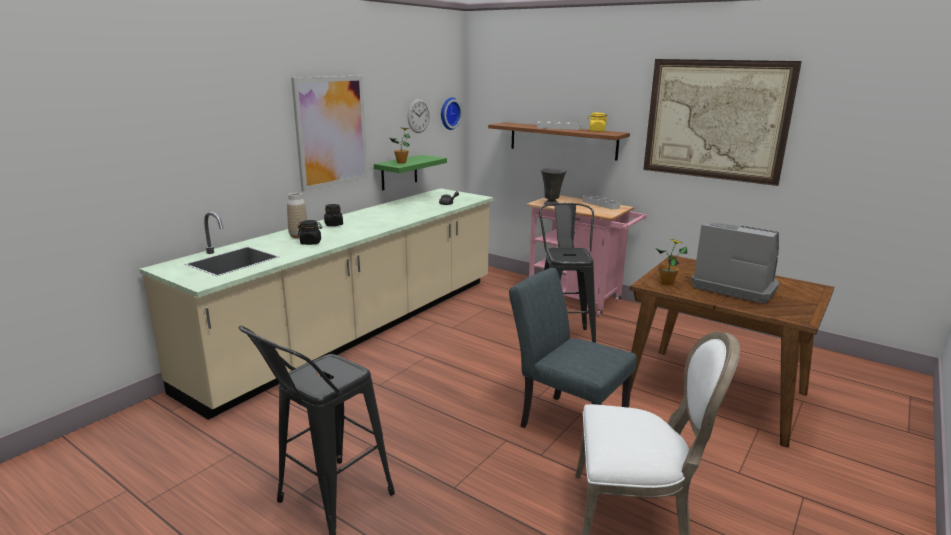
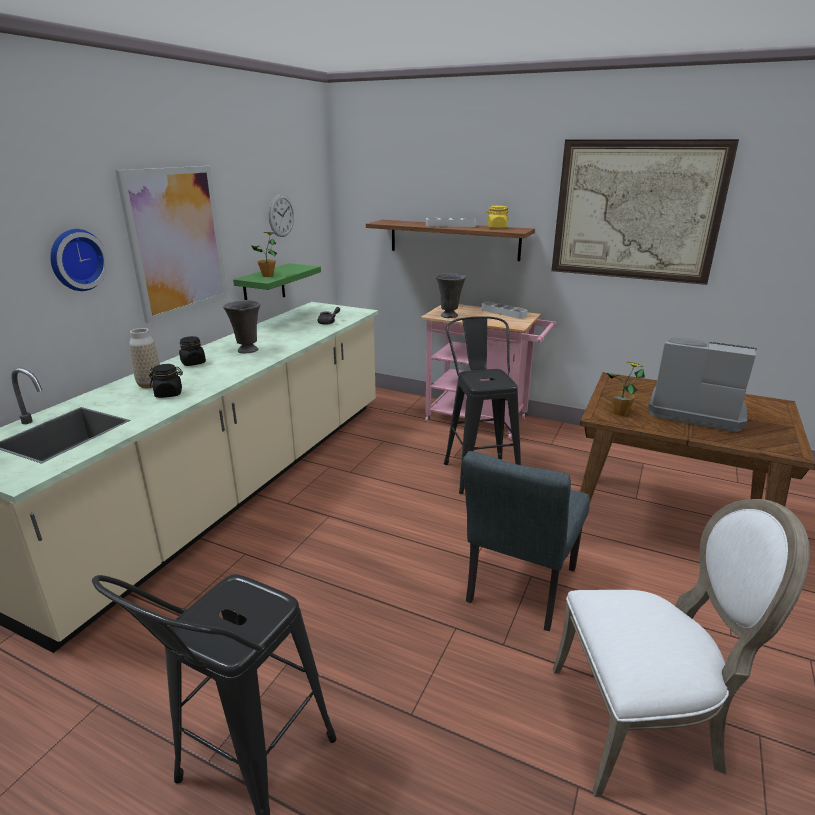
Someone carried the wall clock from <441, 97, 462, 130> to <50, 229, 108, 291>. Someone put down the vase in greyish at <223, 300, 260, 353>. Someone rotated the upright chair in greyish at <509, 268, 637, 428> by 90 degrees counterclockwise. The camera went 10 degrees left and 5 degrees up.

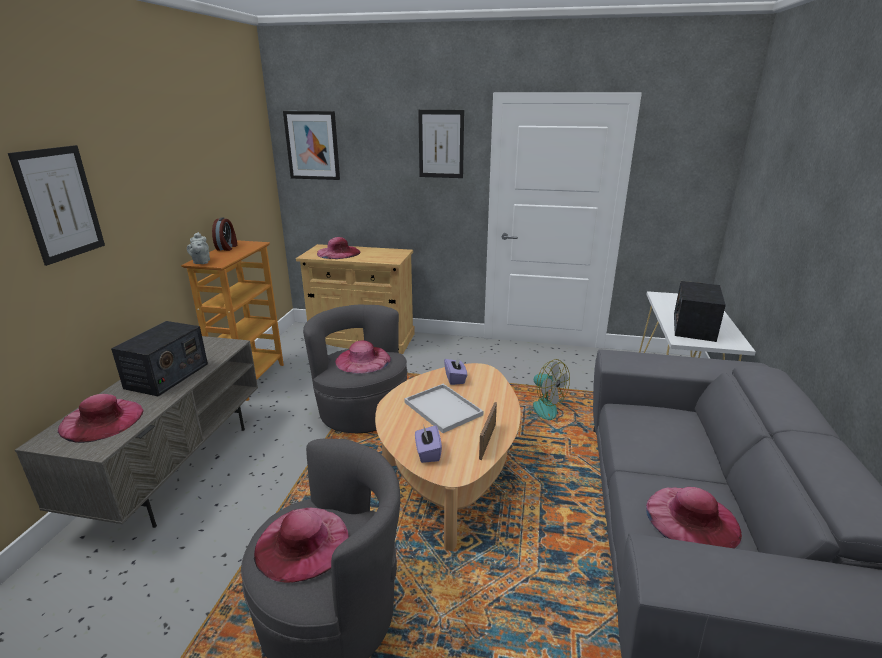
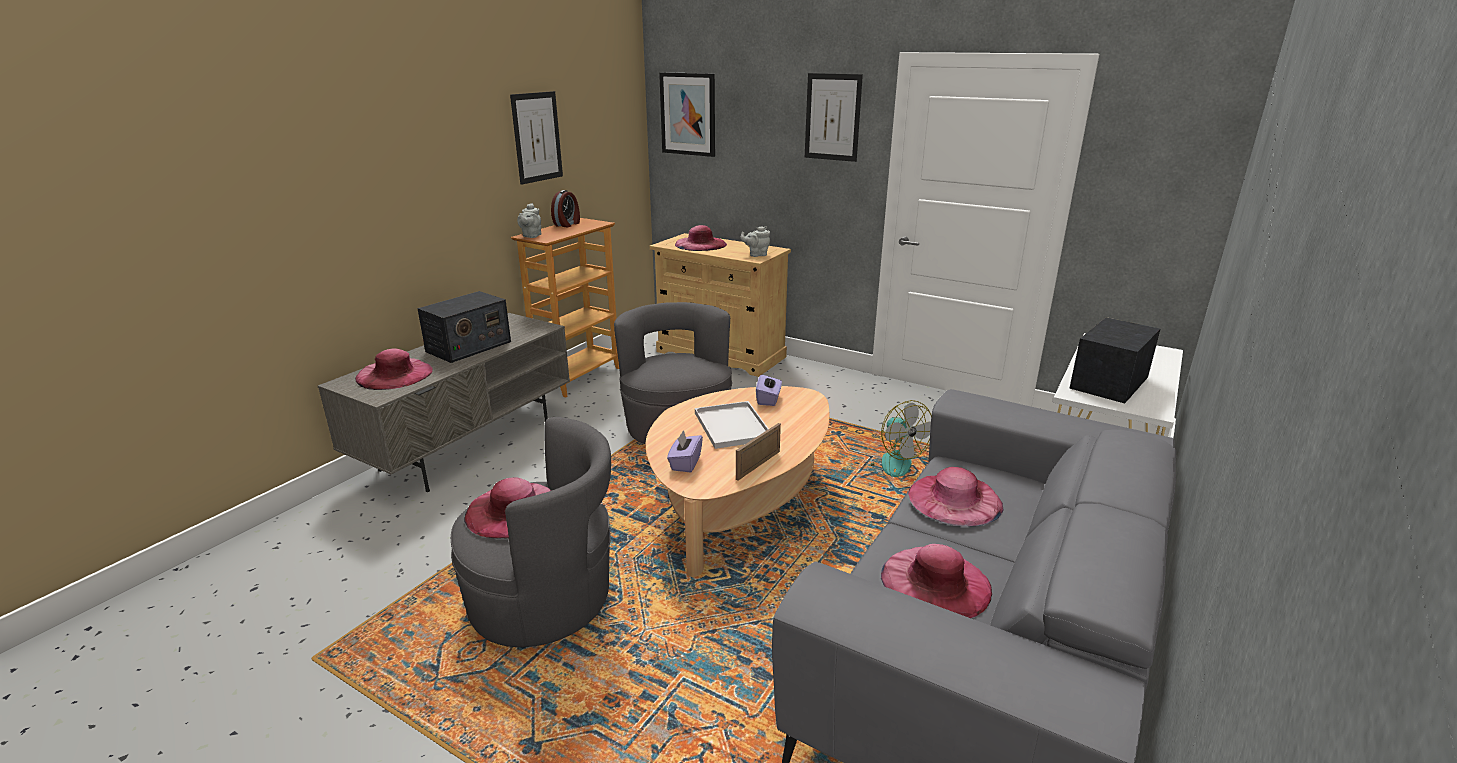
Someone carried the wall art from <8, 145, 105, 266> to <510, 91, 563, 185>. Someone put down the teapot in greyish at <741, 226, 770, 257>. Someone carried the wearable hat in pink-coloured from <335, 340, 391, 374> to <908, 467, 1003, 526>. The camera went 20 degrees right and 0 degrees up.

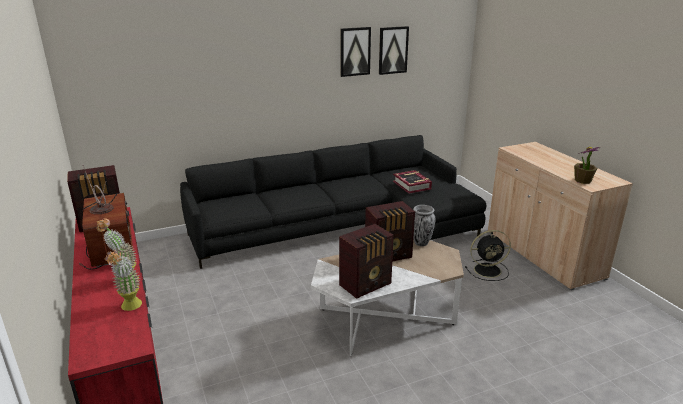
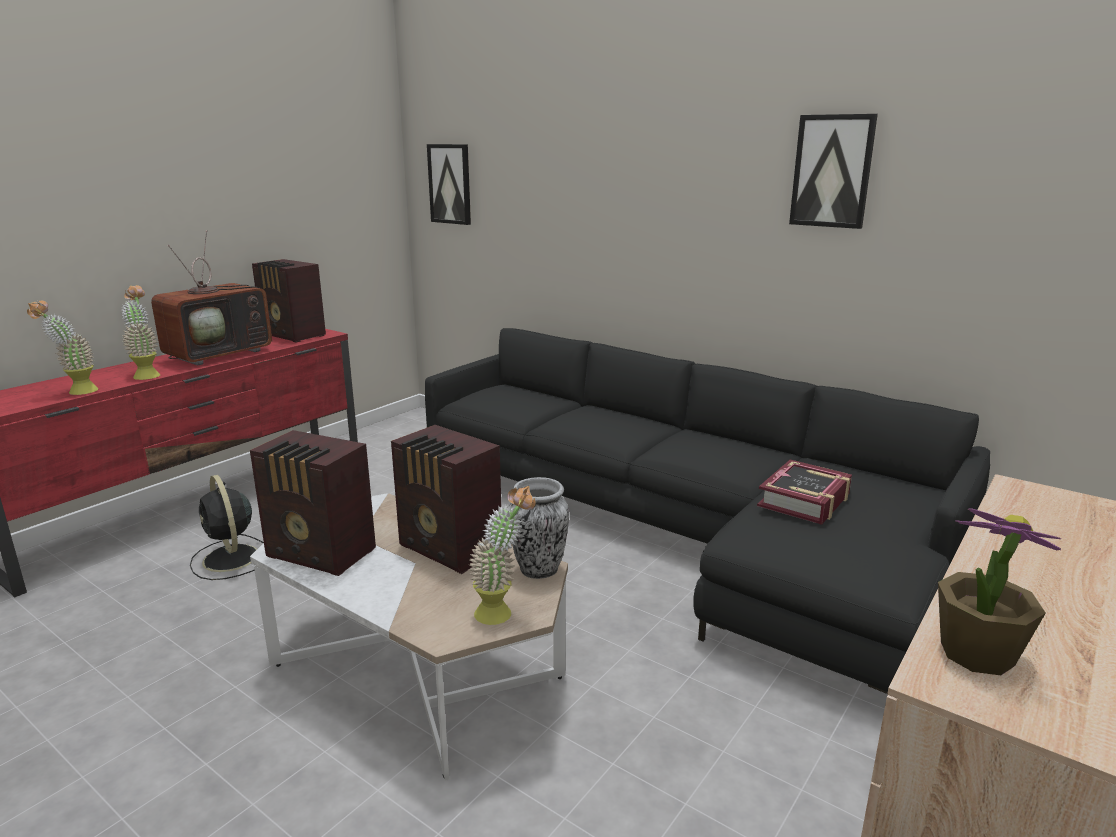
Someone carried the fan in blackish from <465, 230, 511, 281> to <190, 475, 264, 580>. Someone carried the wall art from <379, 26, 409, 75> to <427, 144, 471, 225>. Someone put down the plant in a pot at <469, 486, 536, 625>. The camera went 60 degrees right and 5 degrees down.

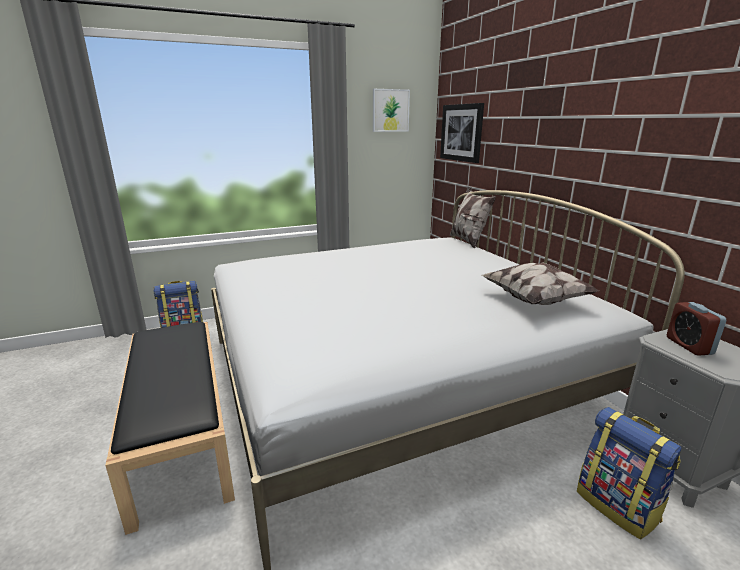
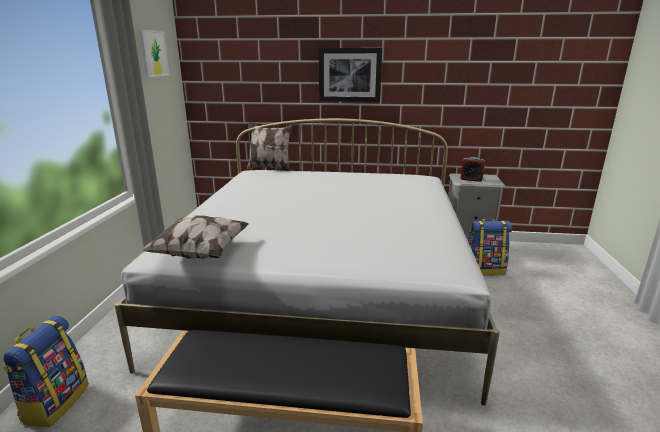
Someone carried the pillow from <482, 262, 599, 305> to <139, 215, 249, 259>. Someone carried the wall art from <440, 103, 484, 163> to <319, 48, 382, 102>. The camera went 60 degrees left and 0 degrees up.

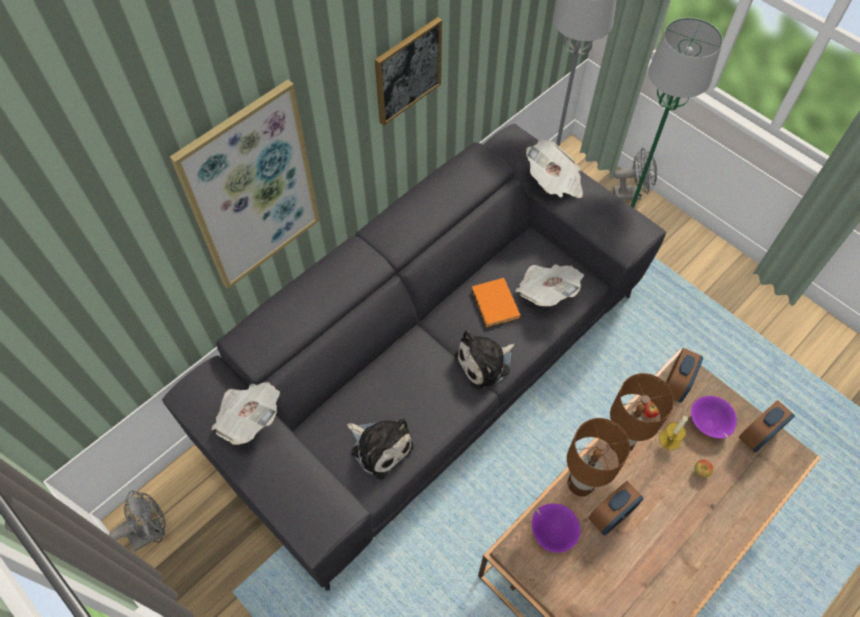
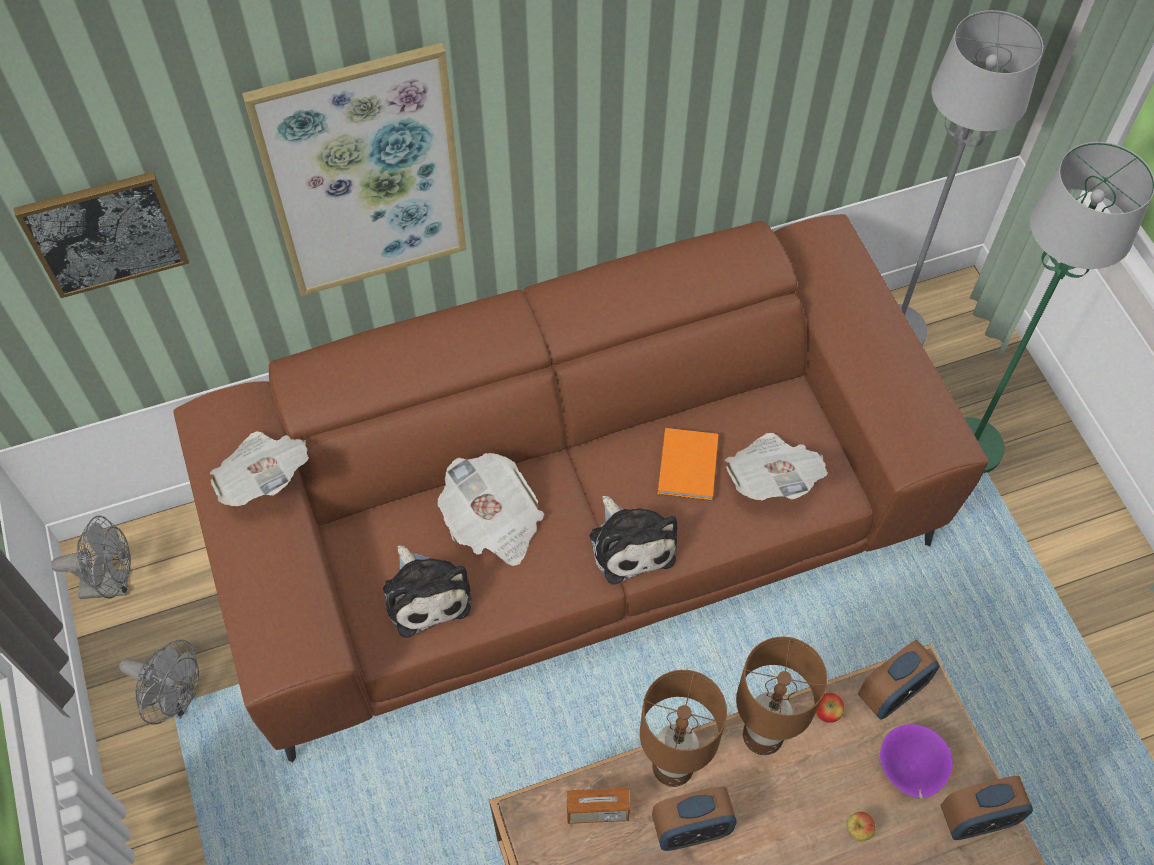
Someone carried the wall art from <375, 17, 442, 126> to <14, 172, 189, 298>. Someone carried the fan in greyish from <613, 148, 657, 200> to <119, 640, 199, 725>. Someone repainted the couch in greyish at <162, 124, 666, 591>, which became the couch in brownish at <173, 214, 989, 763>. Someone carried the newspaper from <526, 140, 583, 198> to <437, 453, 544, 566>. Someone swapped the serving bowl in purple-coloured at <532, 503, 581, 553> for the radio set at <566, 772, 630, 824>. Someone rotated the soft toy at <454, 330, 514, 389> by 105 degrees counterclockwise. Someone took away the wax light at <659, 416, 688, 450>. The camera went 25 degrees right and 0 degrees up.

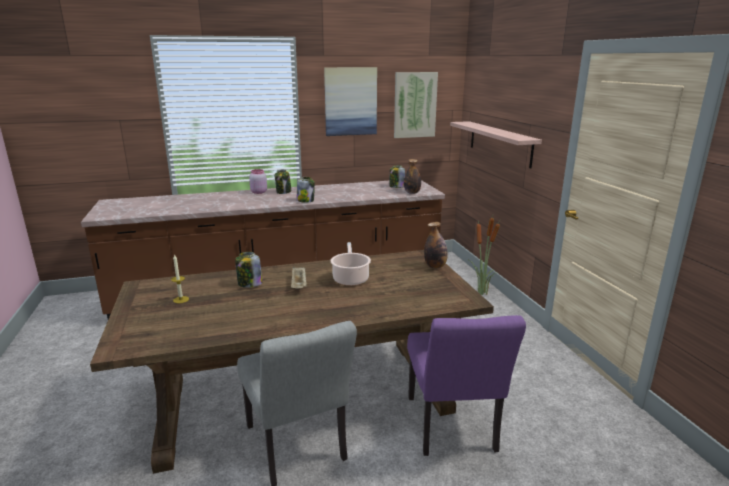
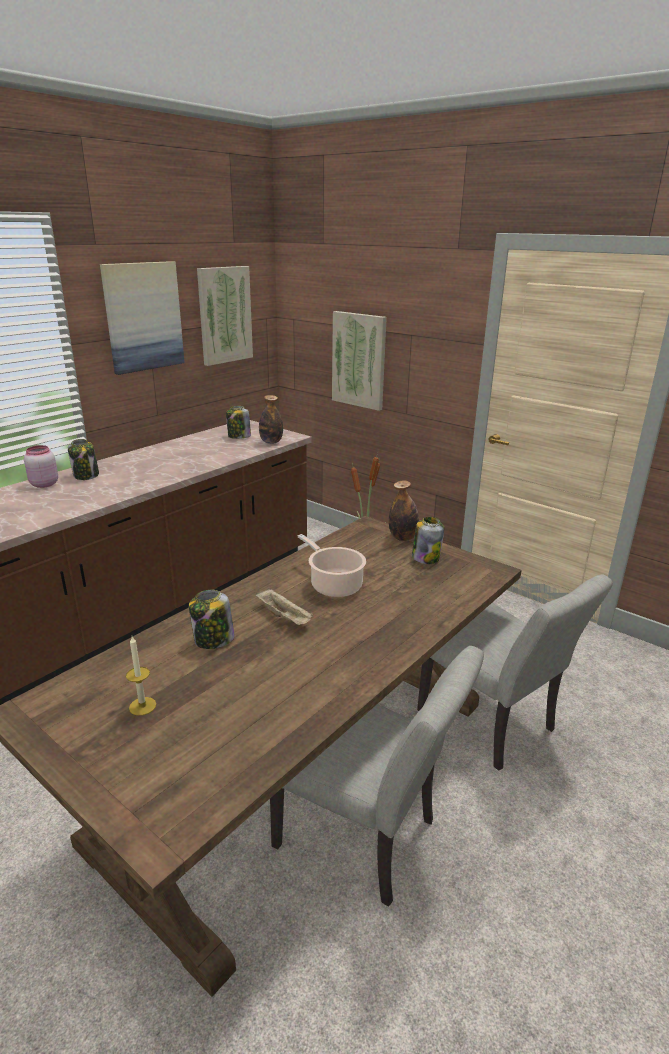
Someone swapped the bracket shelf at <450, 121, 542, 169> for the wall art at <332, 311, 387, 411>. Someone carried the preserve jar from <297, 177, 315, 203> to <412, 517, 444, 564>. Someone repainted the upright chair in purple-coloured at <407, 315, 526, 456>, which became the upright chair in greyish at <417, 574, 613, 771>. The camera went 35 degrees left and 5 degrees up.

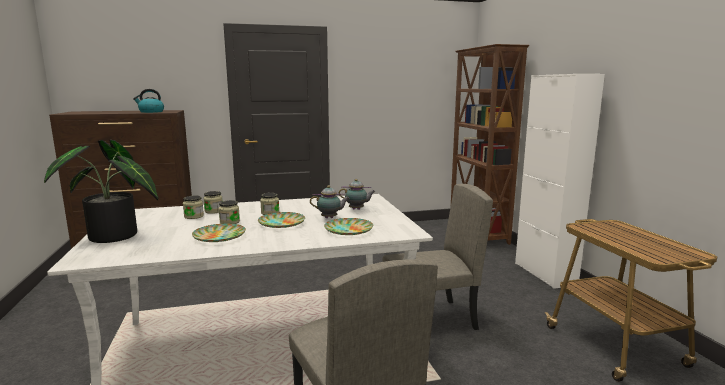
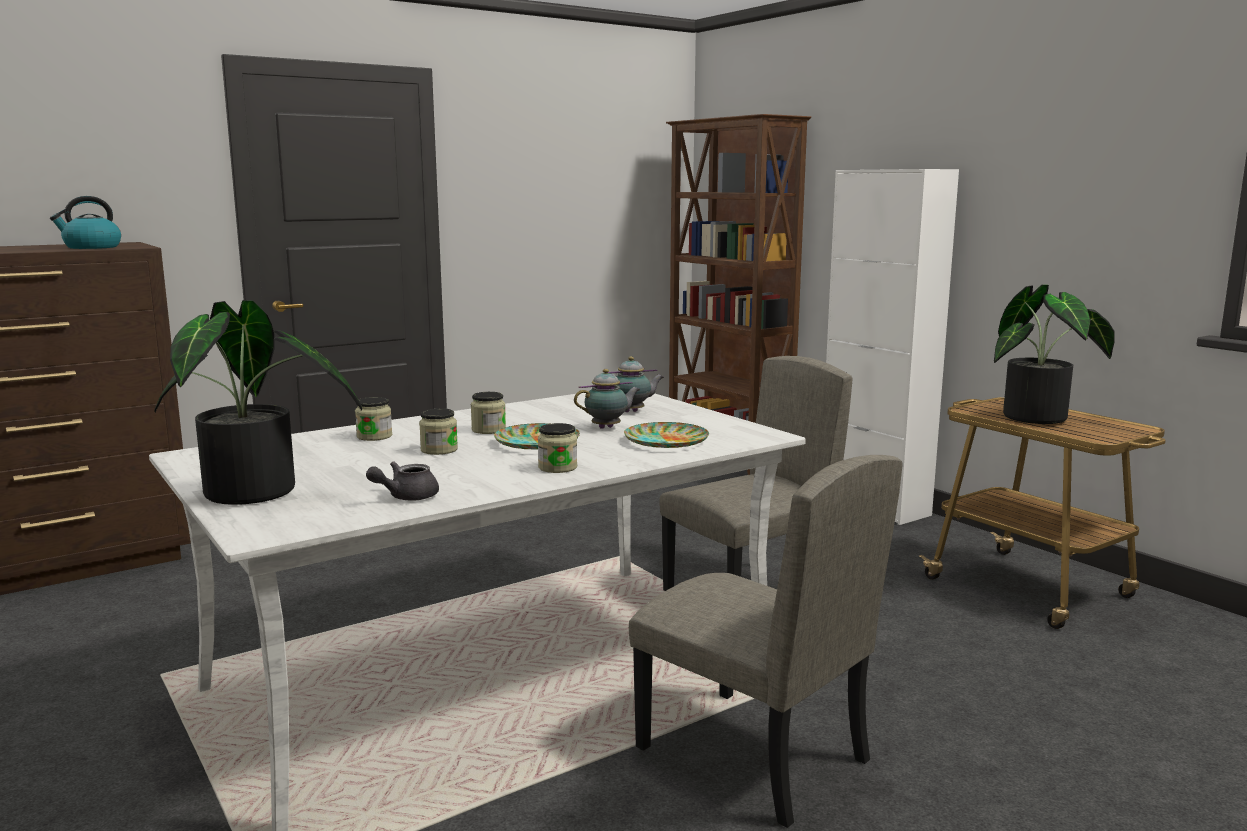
Someone put down the teapot in greyish at <366, 462, 439, 501>. Someone carried the preserve jar from <183, 196, 204, 219> to <538, 423, 577, 473>. Someone put down the plant in a pot at <994, 285, 1115, 424>. Someone took away the flat dish at <192, 223, 246, 242>. The camera went 20 degrees left and 0 degrees up.

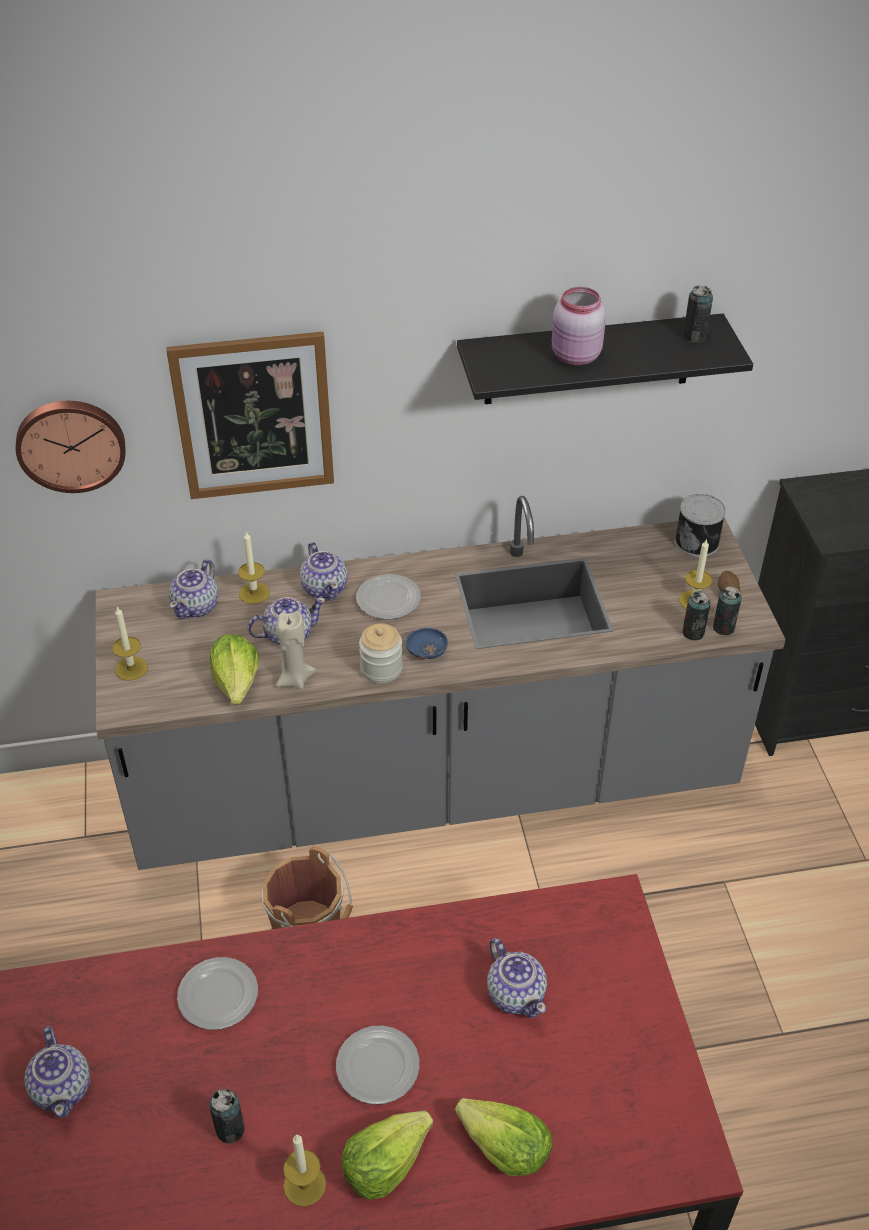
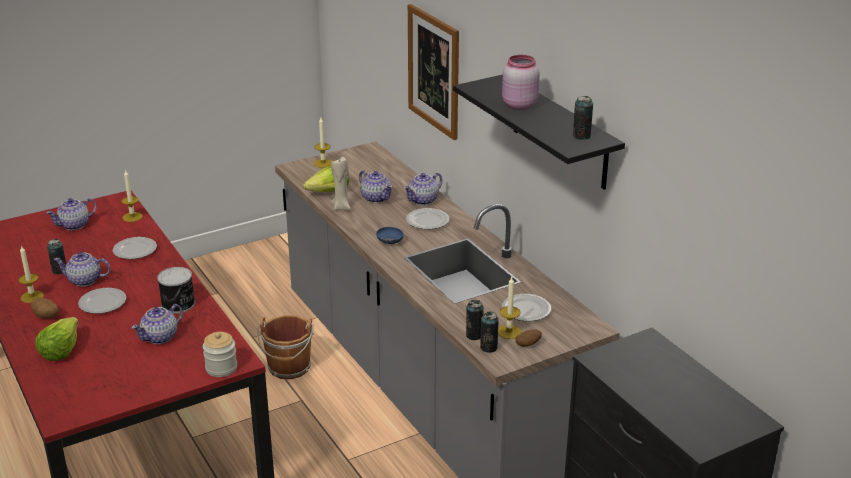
Someone swapped the lettuce head at <341, 1111, 434, 1200> for the potato at <31, 297, 59, 319>. Someone carried the teapot from <169, 559, 218, 619> to <54, 252, 111, 287>. Someone carried the wax light from <238, 532, 270, 604> to <121, 169, 143, 222>. Someone carried the sealed can from <675, 494, 726, 557> to <157, 267, 195, 313>. Someone carried the preserve jar from <359, 623, 403, 683> to <203, 332, 237, 377>. Someone put down the flat dish at <502, 294, 551, 321>. Someone took away the wall clock at <16, 401, 125, 493>. The camera went 70 degrees right and 15 degrees down.

